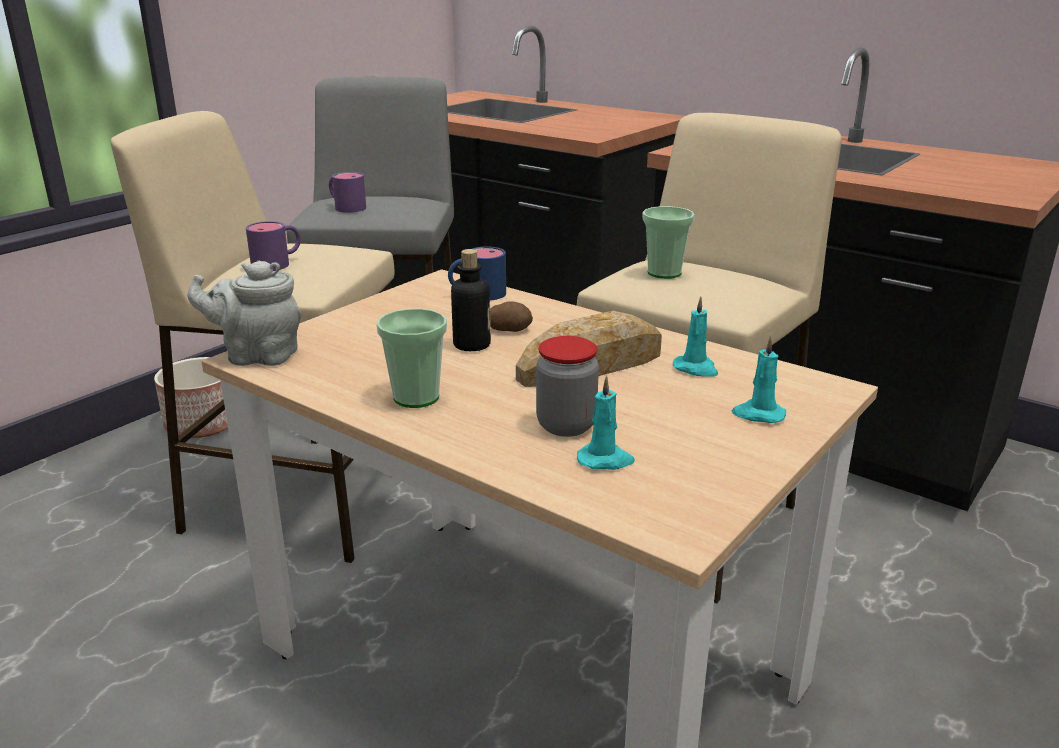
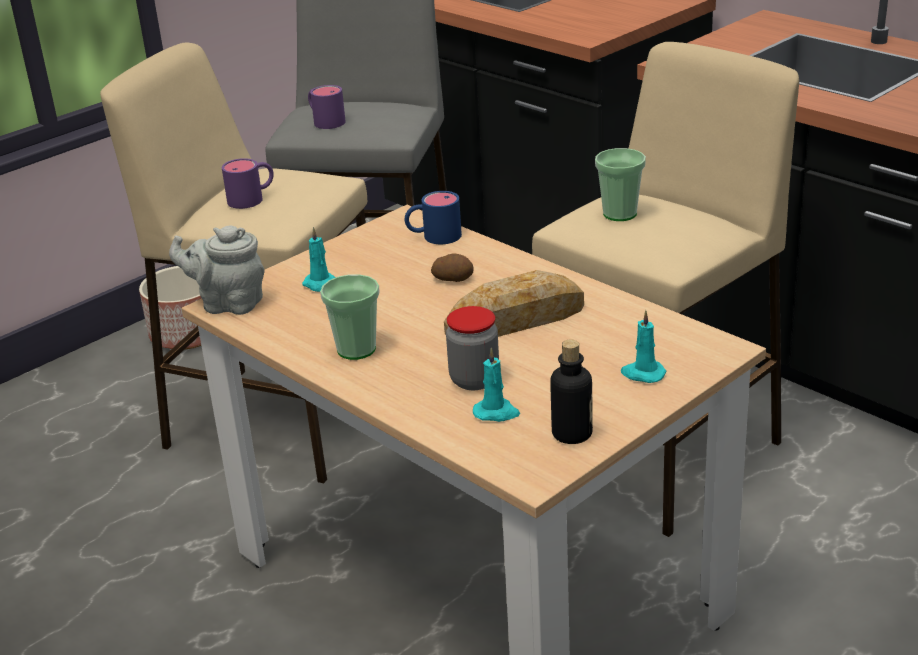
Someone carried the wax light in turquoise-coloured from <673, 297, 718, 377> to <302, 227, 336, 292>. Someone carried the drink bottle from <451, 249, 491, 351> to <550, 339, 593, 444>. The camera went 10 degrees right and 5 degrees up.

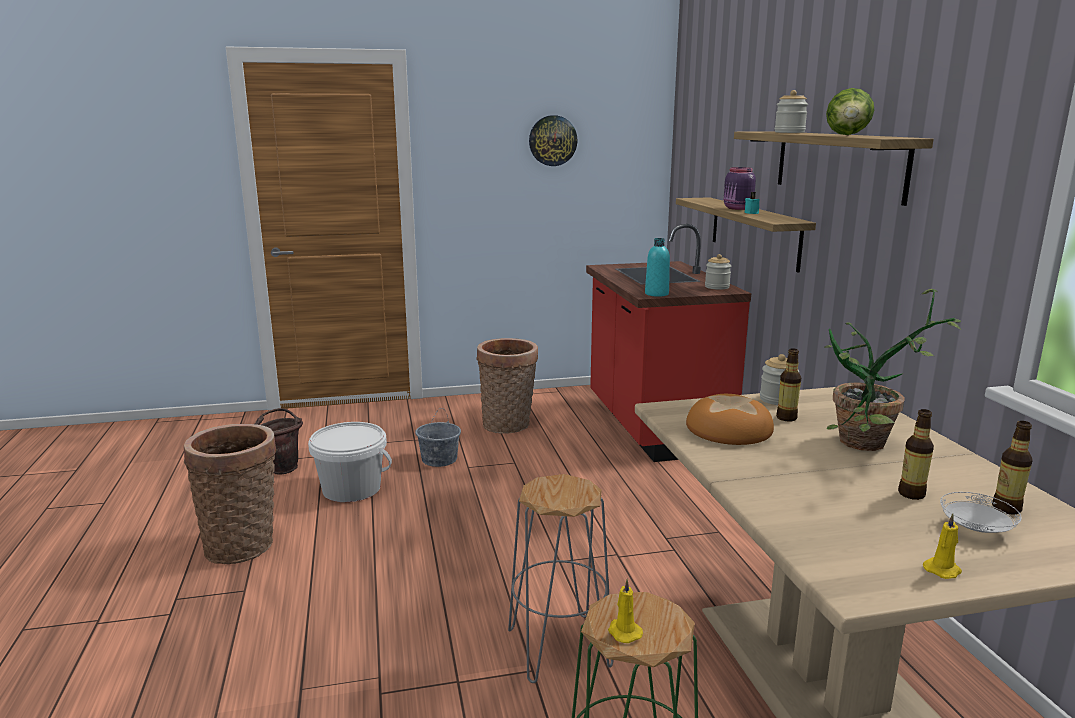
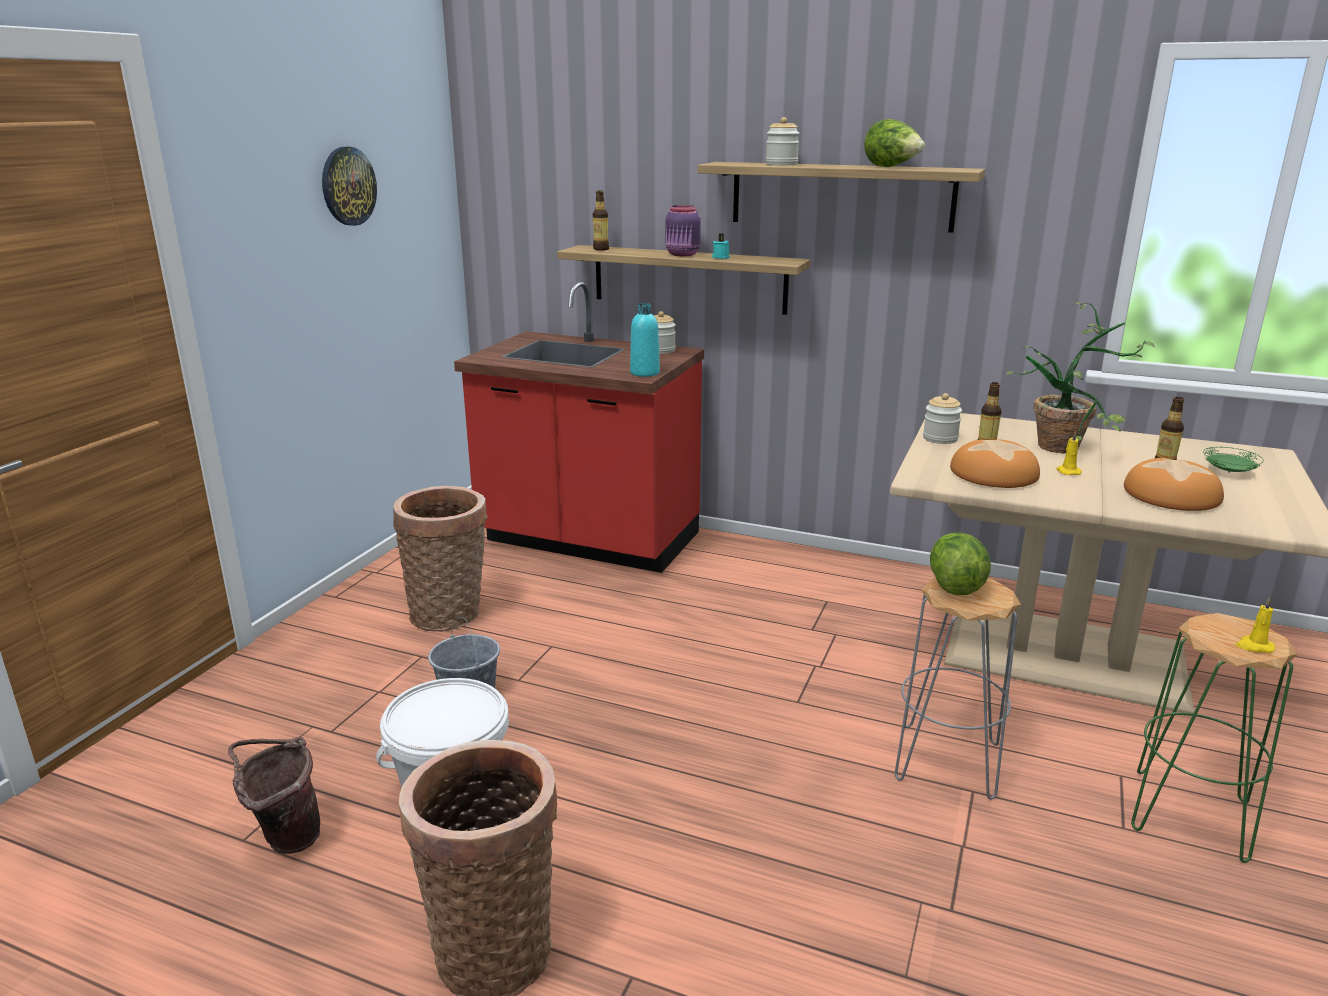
Someone carried the drink bottle from <992, 421, 1033, 515> to <593, 190, 609, 251>. Someone put down the lettuce head at <930, 532, 991, 595>. Someone carried the wax light in yellow from <923, 514, 962, 579> to <1056, 431, 1082, 475>. Someone put down the bakery bread at <1124, 458, 1224, 511>. Someone repainted the flat dish in white at <940, 492, 1022, 533>, which became the flat dish in greenish at <1203, 447, 1264, 473>. The camera went 55 degrees left and 5 degrees up.

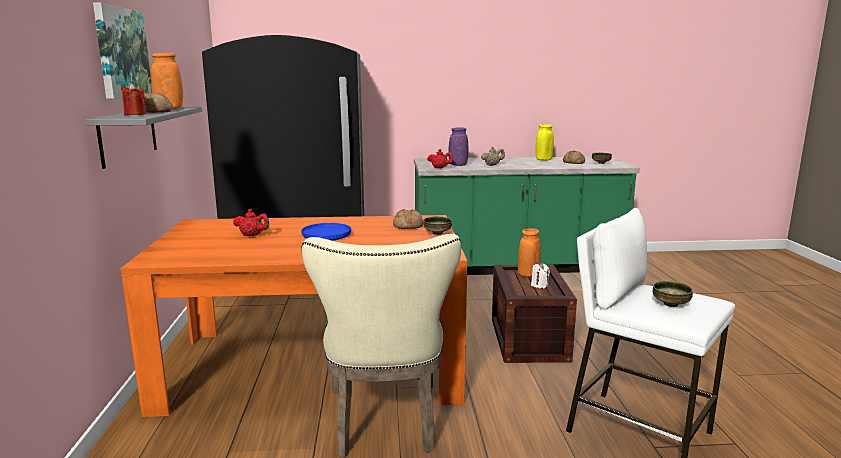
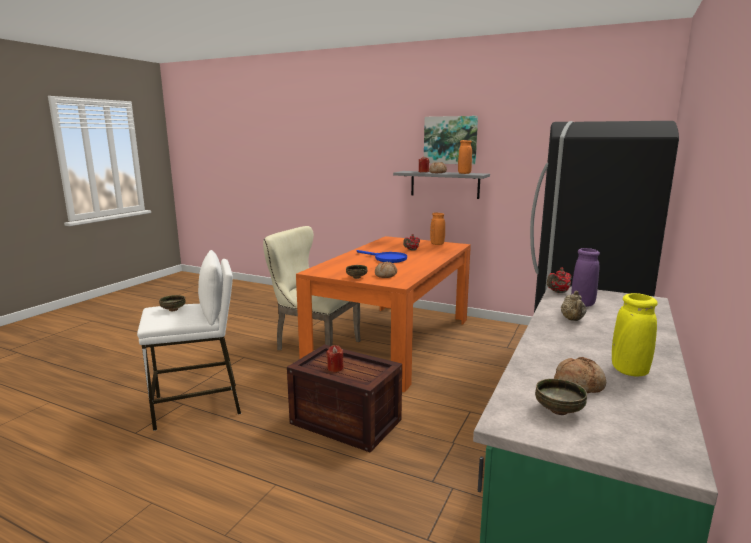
Someone repainted the wax light in white at <531, 263, 550, 289>, which became the wax light in red at <326, 345, 344, 372>. Someone carried the vase in orange-coloured from <518, 228, 541, 277> to <430, 213, 445, 245>. The camera went 120 degrees right and 0 degrees up.

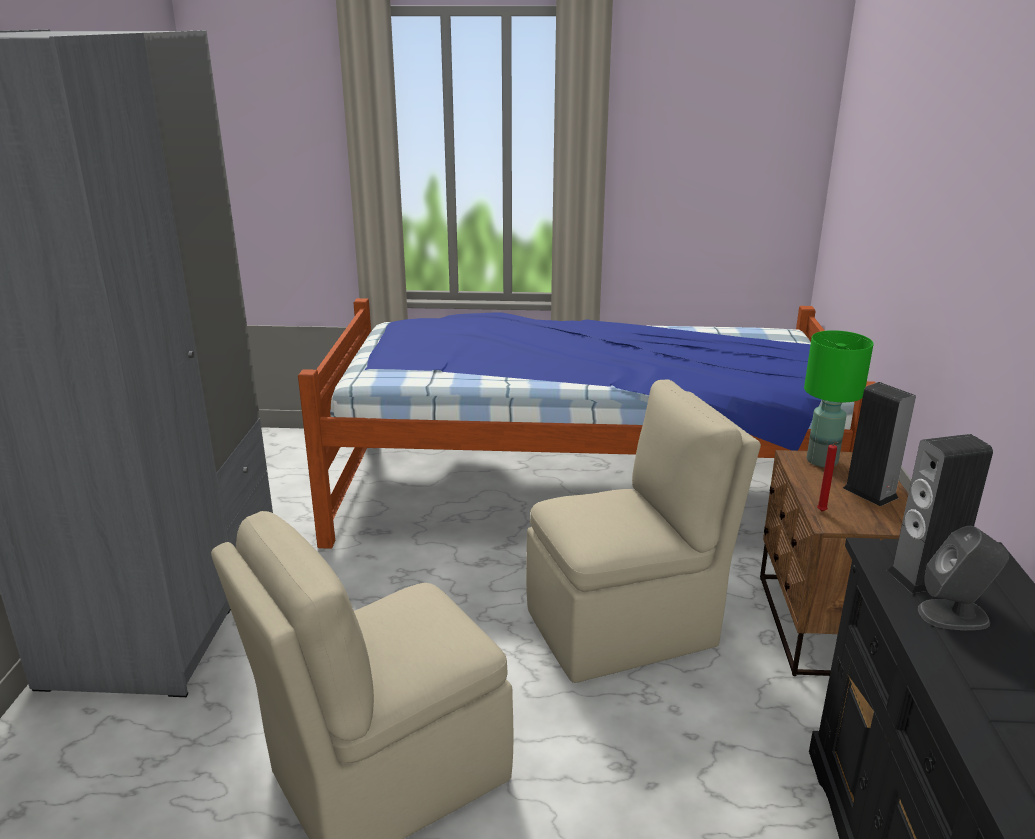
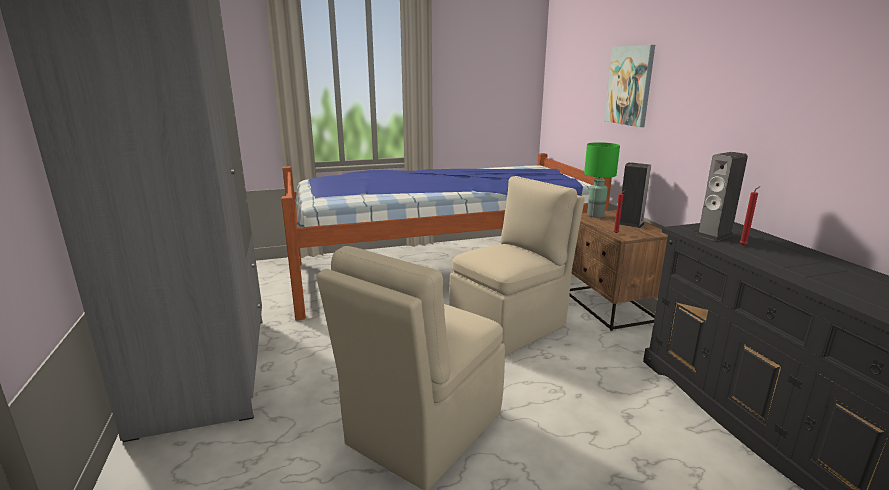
Someone put up the wall art at <604, 45, 655, 127>. Someone swapped the audio speaker in greyish at <918, 526, 1009, 630> for the wax light in red at <740, 186, 760, 245>. The camera went 20 degrees left and 5 degrees down.

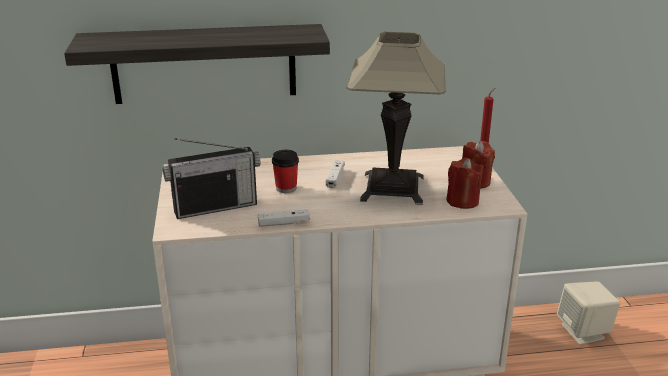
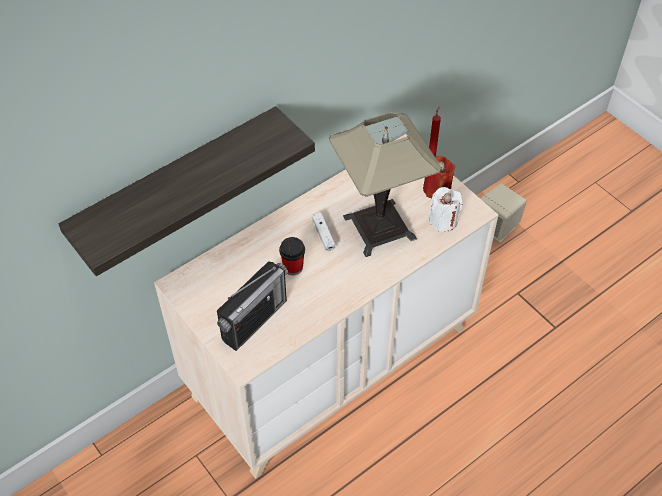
Someone repainted the wax light in red at <446, 158, 484, 209>, which became the wax light in white at <429, 187, 463, 232>. Someone took away the game controller in white at <258, 209, 310, 227>. The camera went 30 degrees left and 25 degrees up.

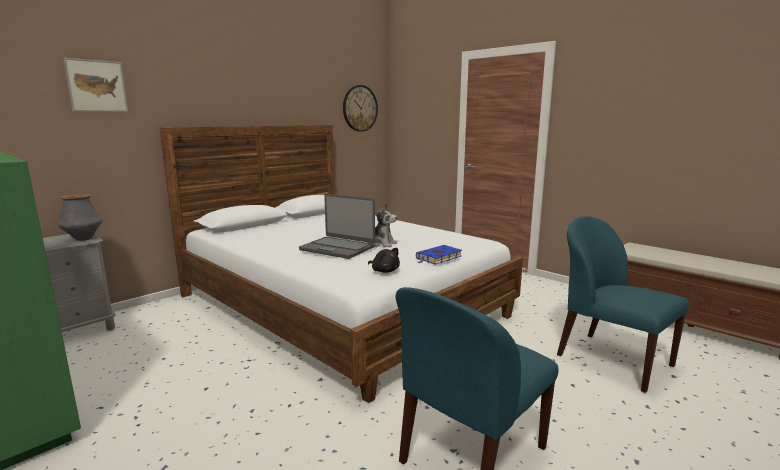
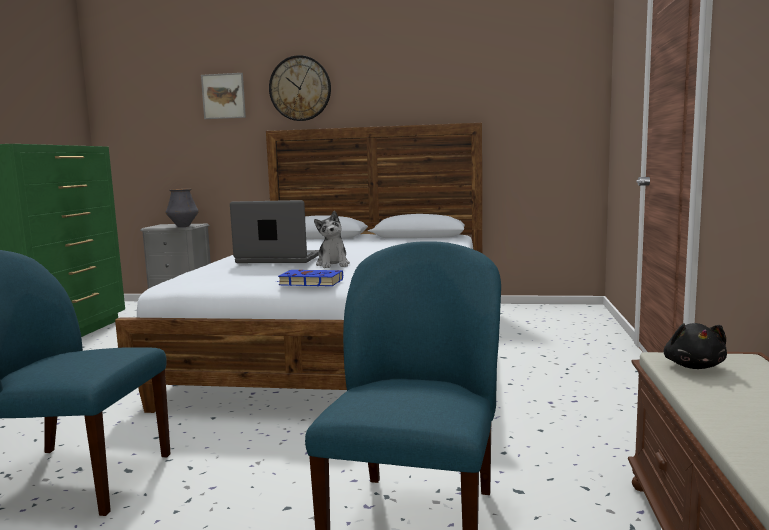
Someone rotated the portable computer at <299, 194, 375, 259> by 105 degrees clockwise. Someone carried the wall clock from <343, 85, 378, 132> to <269, 55, 331, 121>. Someone carried the soft toy in blackish from <368, 248, 400, 273> to <664, 323, 727, 369>. The camera went 55 degrees right and 5 degrees down.

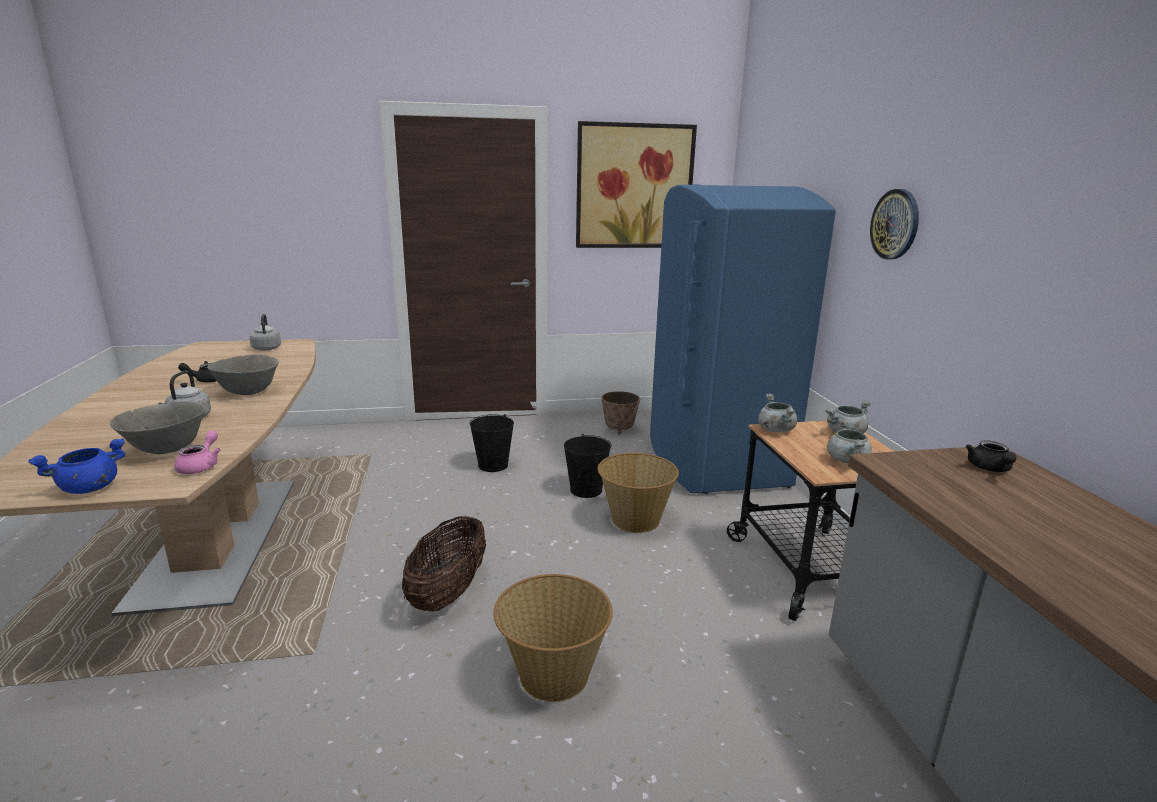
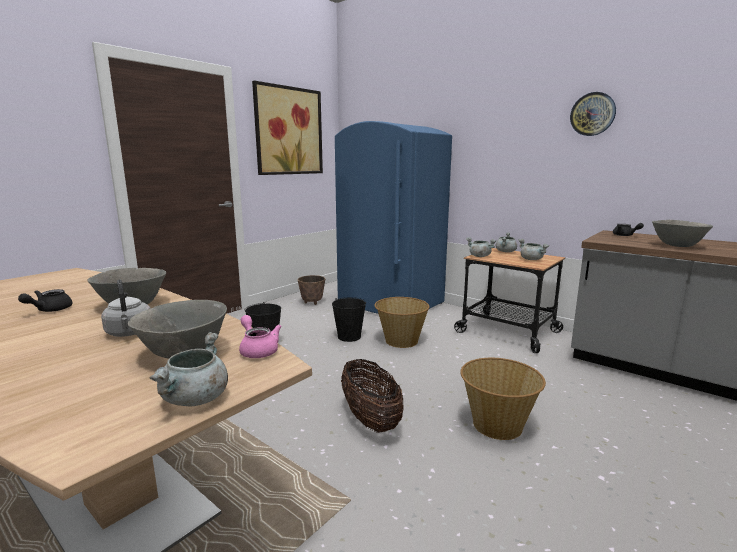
Someone repainted the saucepot in blue-coloured at <29, 438, 125, 494>, which became the saucepot in greyish at <149, 332, 228, 406>. Someone carried the wall clock from <870, 189, 919, 259> to <570, 92, 616, 136>. Someone put down the serving bowl in greyish at <652, 220, 713, 247>. Someone took away the water kettle in greyish at <249, 314, 281, 351>. The camera went 40 degrees left and 5 degrees down.

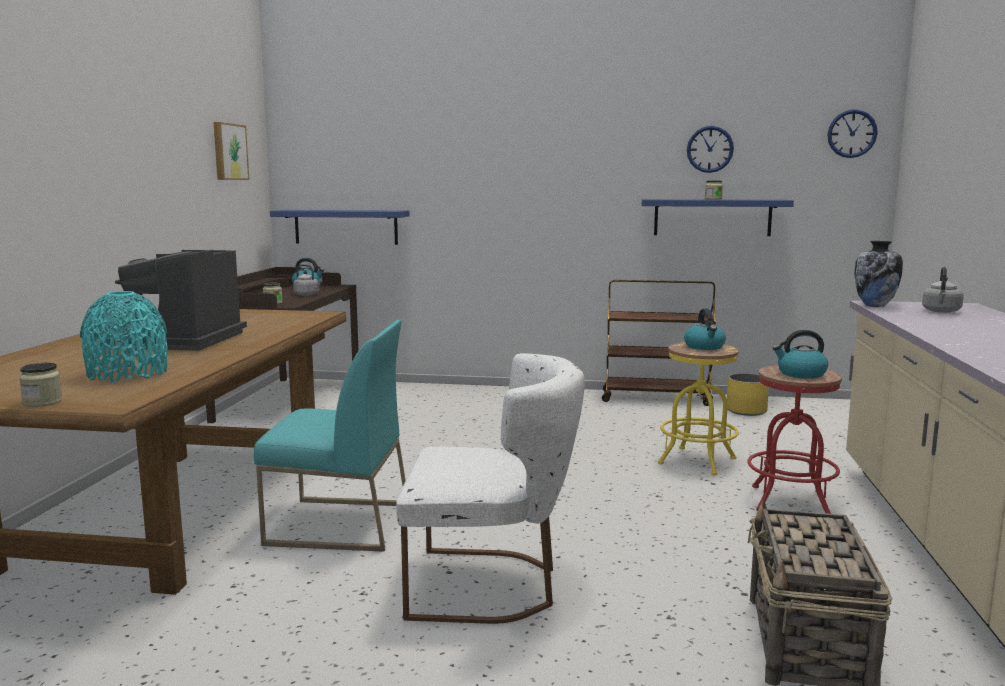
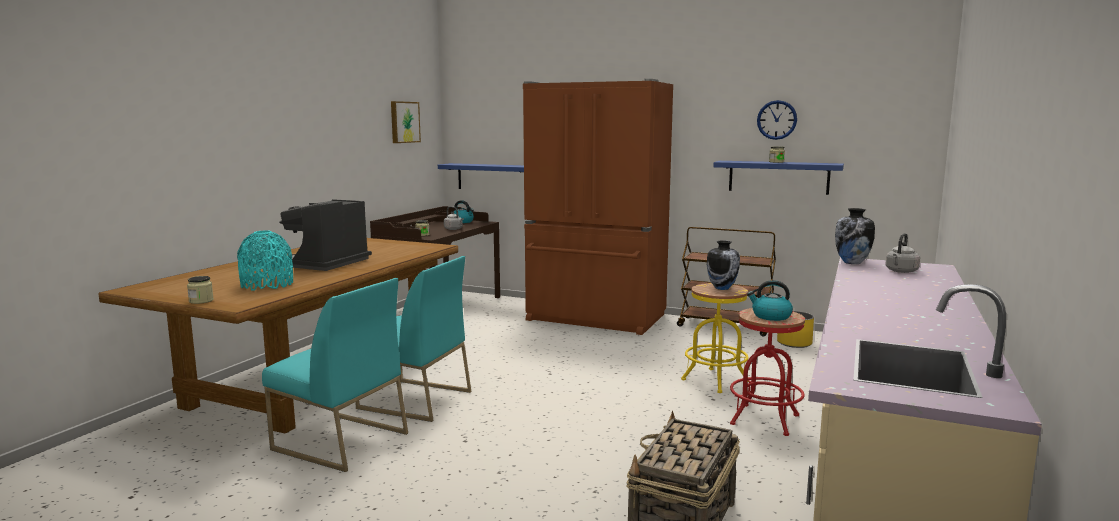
Someone put down the upright chair in turquoise-coloured at <262, 278, 408, 472>. Someone put down the fridge in brownish at <523, 79, 673, 335>. Someone swapped the water kettle at <684, 308, 726, 350> for the vase at <707, 240, 740, 290>. Someone took away the upright chair in white at <396, 353, 585, 624>. Someone took away the wall clock at <827, 109, 878, 158>. The camera went 15 degrees right and 0 degrees up.

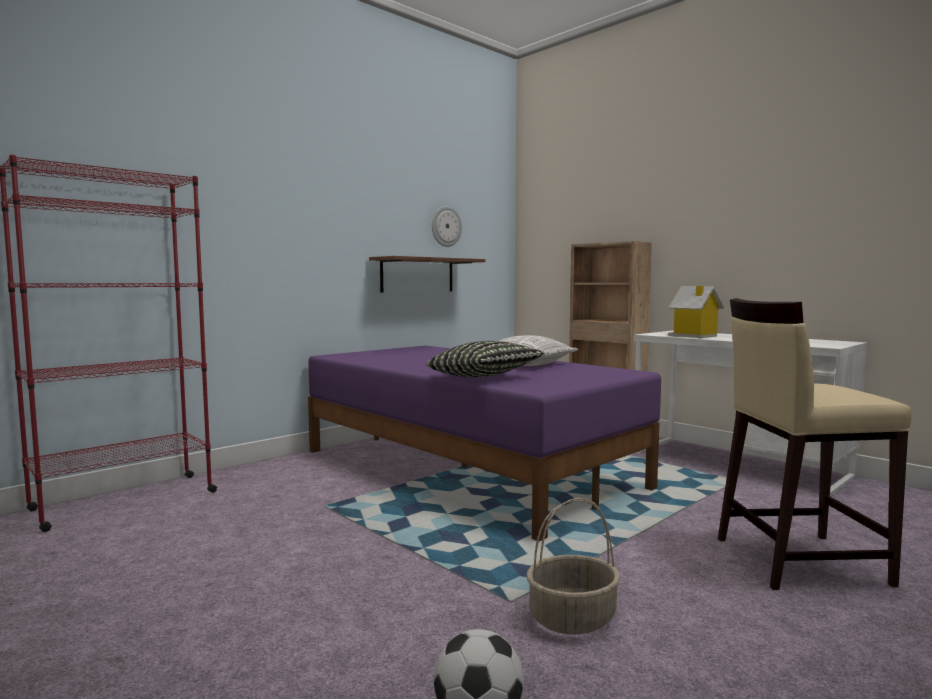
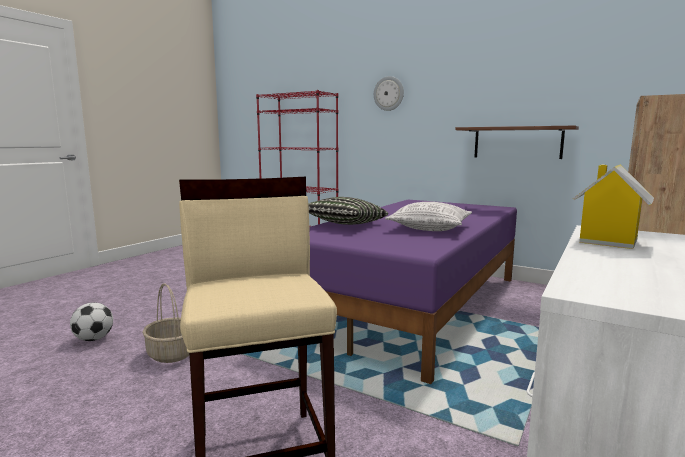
Someone carried the wall clock from <432, 206, 462, 247> to <374, 76, 404, 111>. The camera went 75 degrees right and 5 degrees up.

